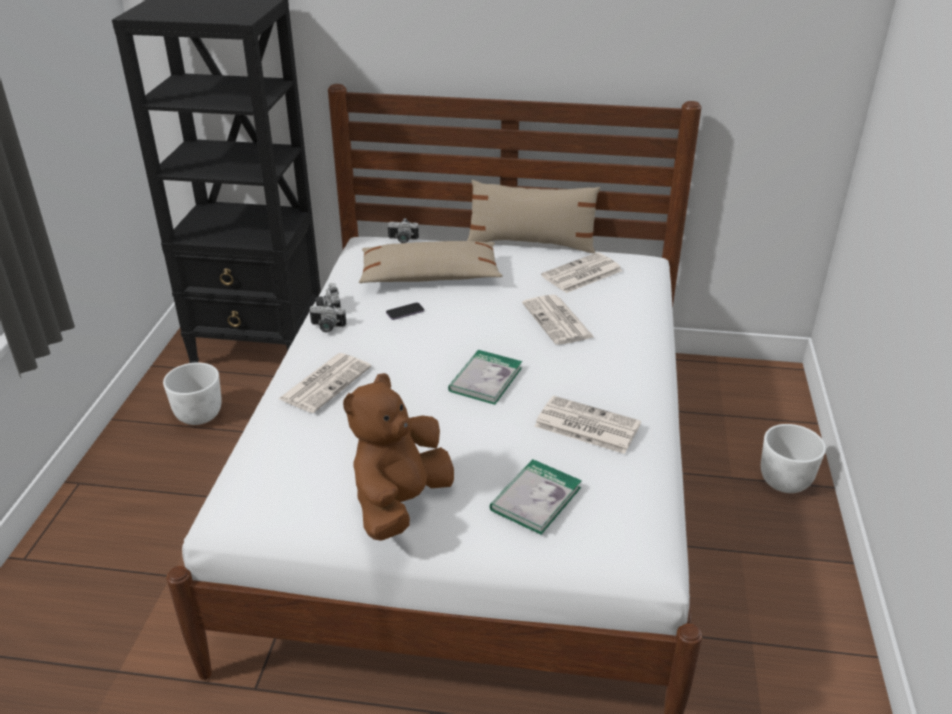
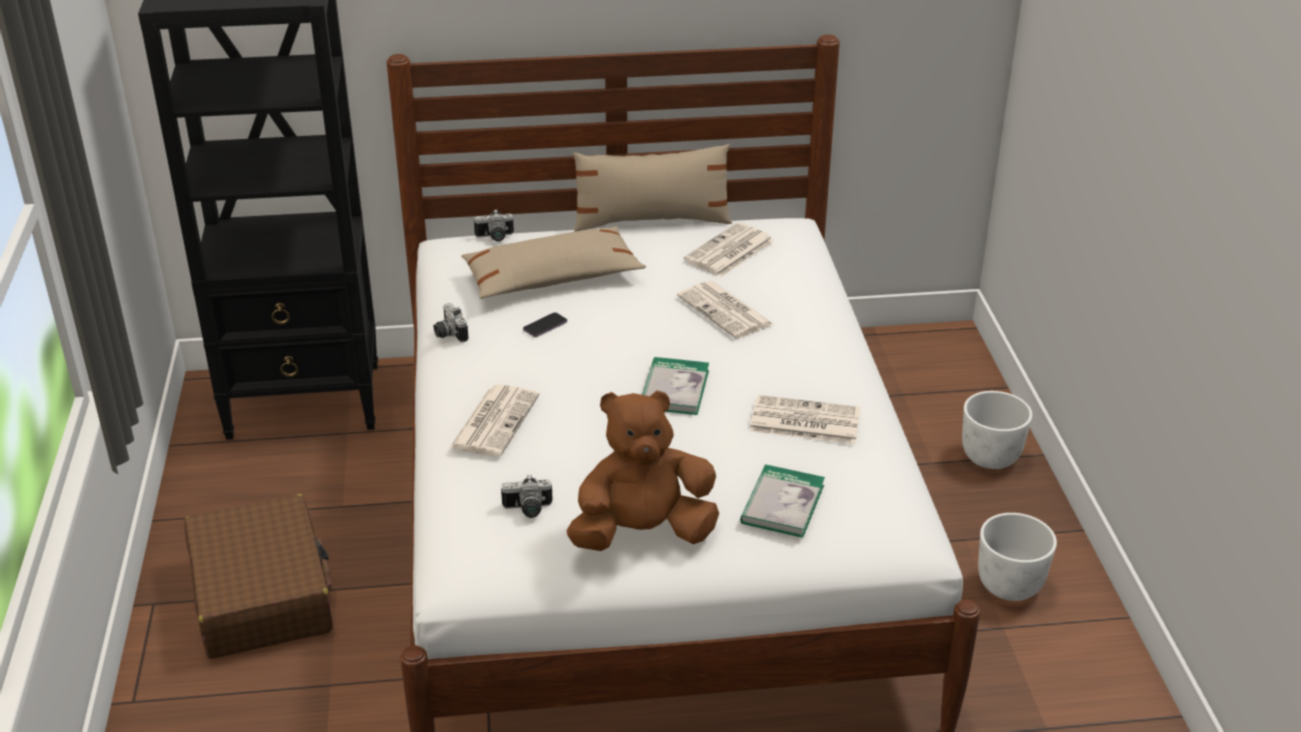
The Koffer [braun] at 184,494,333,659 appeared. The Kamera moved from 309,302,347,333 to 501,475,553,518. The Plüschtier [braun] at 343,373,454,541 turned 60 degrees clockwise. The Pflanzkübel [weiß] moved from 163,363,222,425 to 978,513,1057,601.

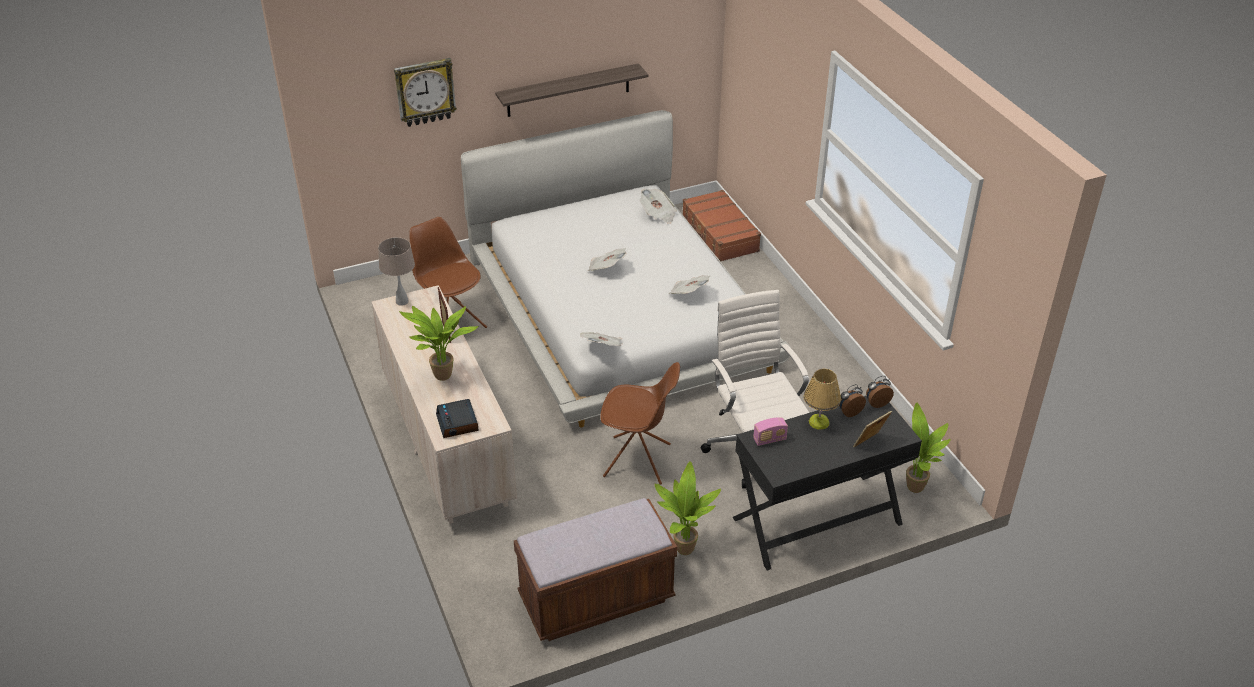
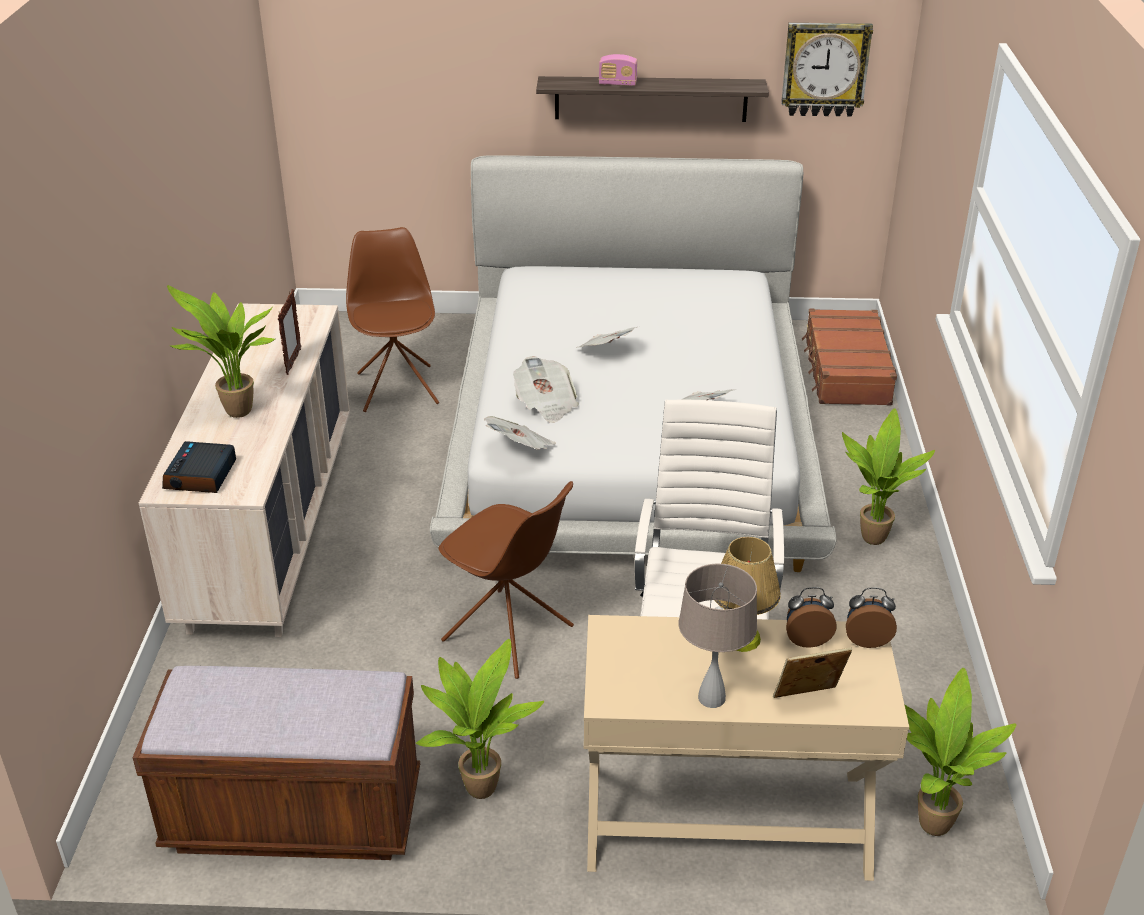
The Zeitung moved from 640,189,677,224 to 513,356,579,423. The Schreibtisch [schwarz] at 733,396,922,571 became the Schreibtisch [beige] at 584,615,909,881. The Radio moved from 753,417,788,446 to 599,54,637,86. The Tischlampe [beige] moved from 378,237,415,306 to 679,564,757,708. The Wanduhr moved from 394,58,457,127 to 781,23,873,117. The Topfpflanze at 842,408,935,545 appeared.

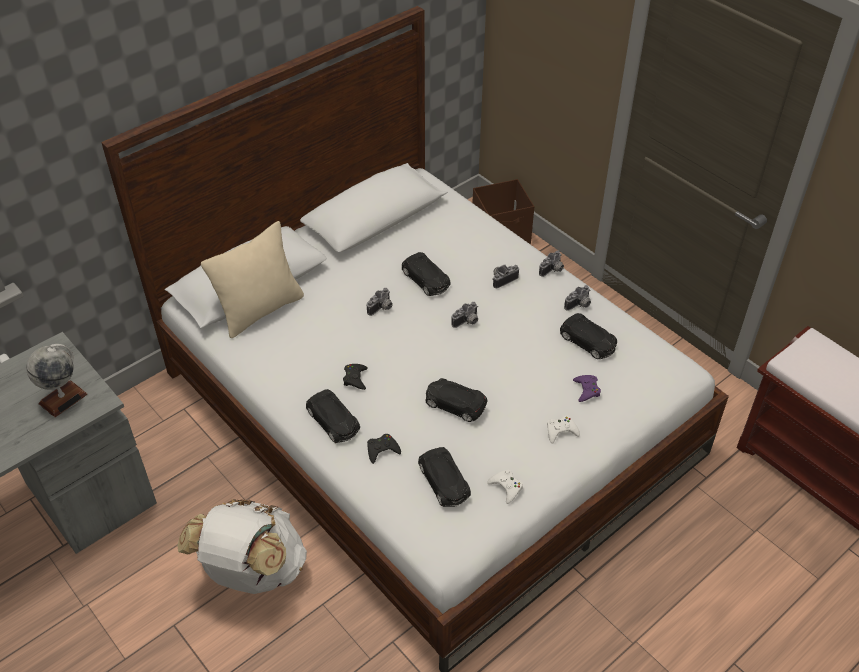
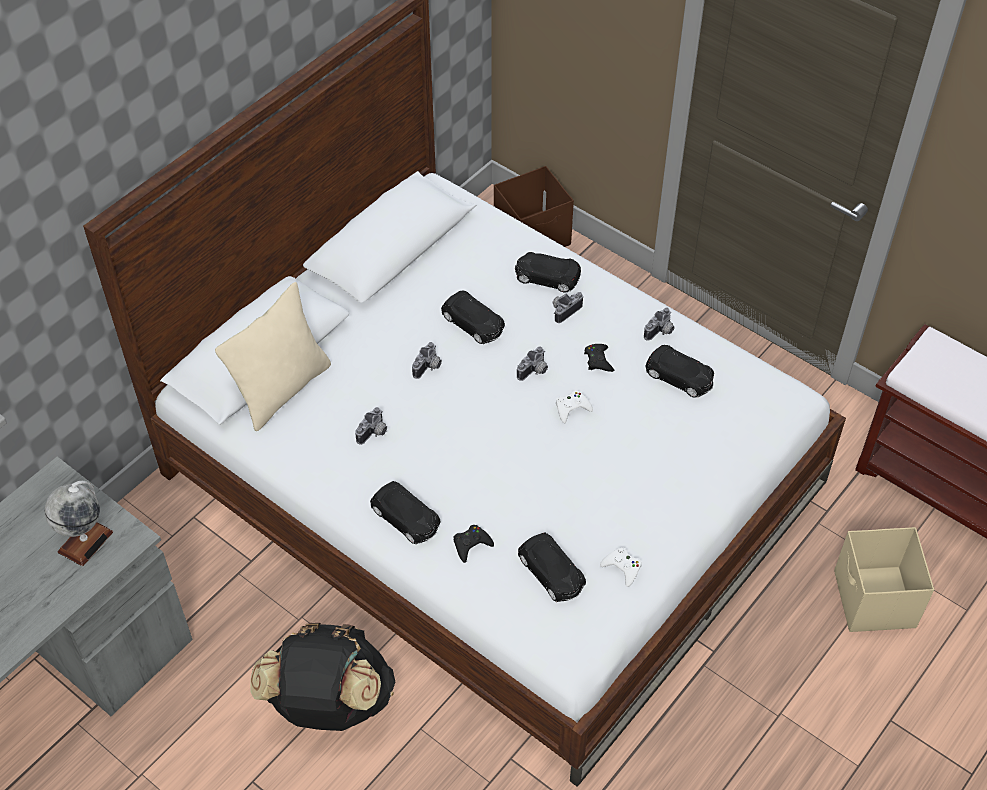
The Rucksack [weiß] at 177,499,307,594 became the Rucksack [schwarz] at 250,623,395,731. The Kamera moved from 539,250,564,277 to 355,407,387,445. The Spielzeugauto [schwarz] moved from 425,378,488,422 to 515,252,581,293. The Gamepad [weiß] moved from 547,416,580,444 to 556,390,593,423. The Gamepad [schwarz] moved from 343,364,368,390 to 584,344,614,372. The Aufbewahrungsbox [beige] at 834,527,934,632 appeared. The Gamepad [lila] at 573,375,601,402 disappeared.

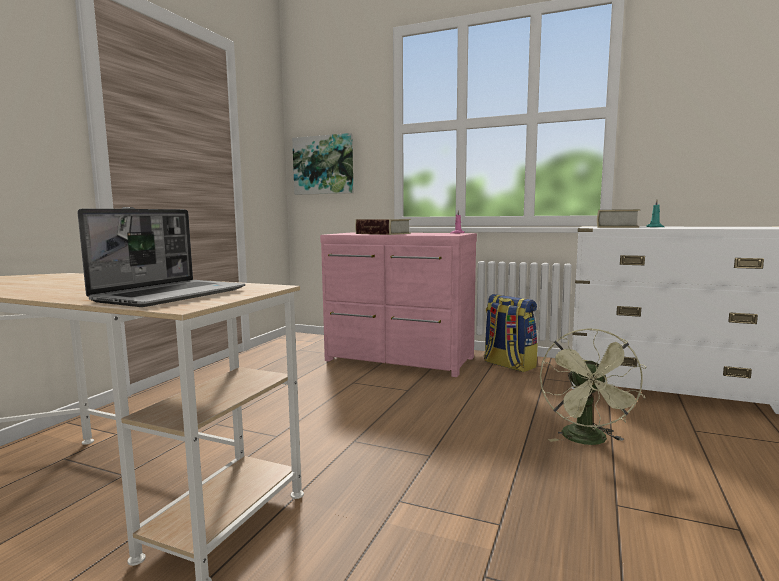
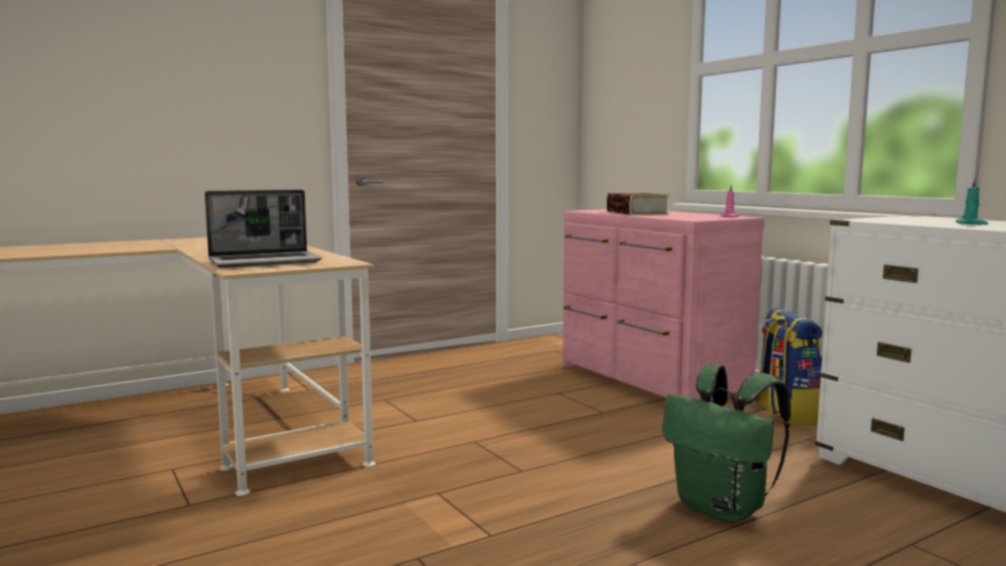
The Ventilator [grün] at 540,328,647,445 was replaced by the Rucksack [grün] at 662,364,791,523. The Bild at 292,133,353,195 disappeared. The Buch at 597,209,640,228 disappeared.

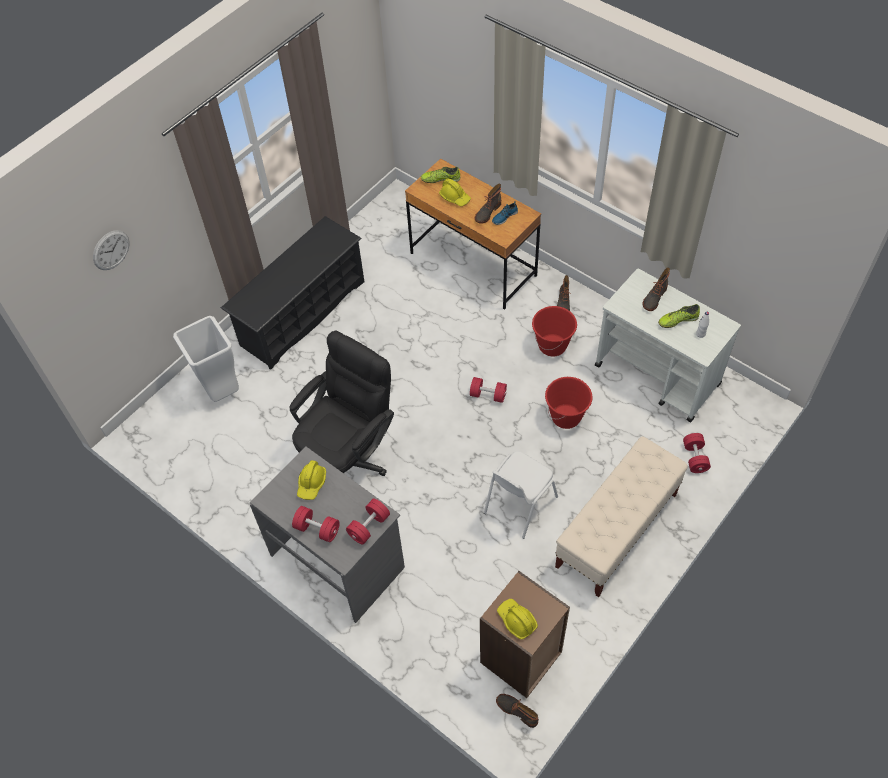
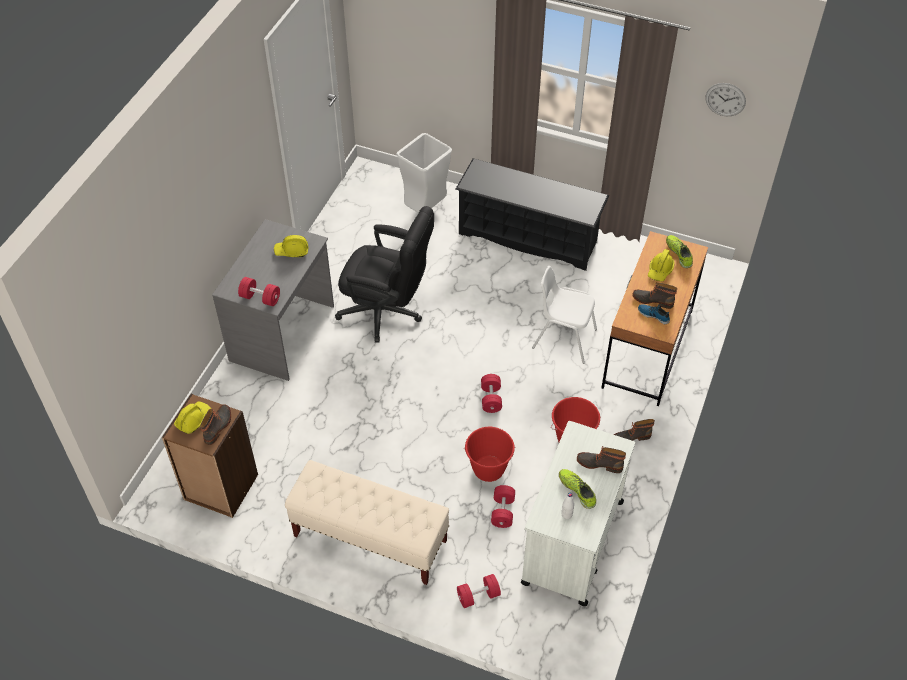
The Stiefel moved from 496,694,539,728 to 200,404,231,445. The Hantel [rot] moved from 292,506,340,542 to 491,485,515,528. The Stuhl [weiß] moved from 484,451,558,539 to 532,266,597,364. The Wanduhr moved from 93,230,129,270 to 705,83,746,116.

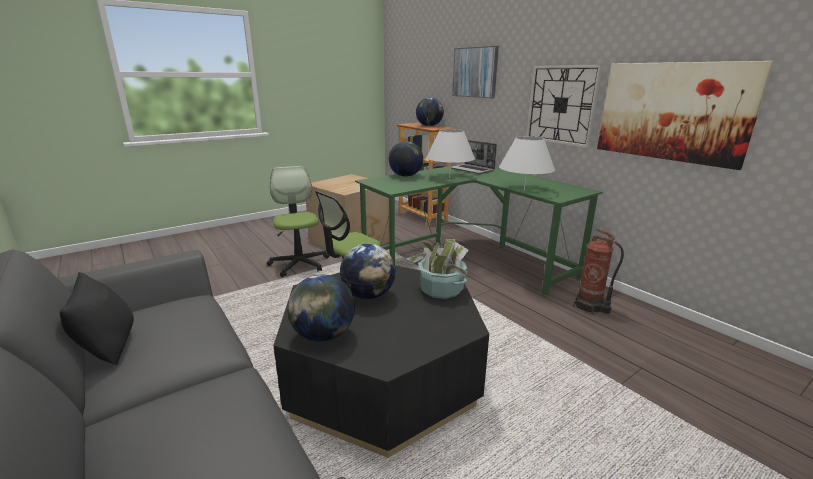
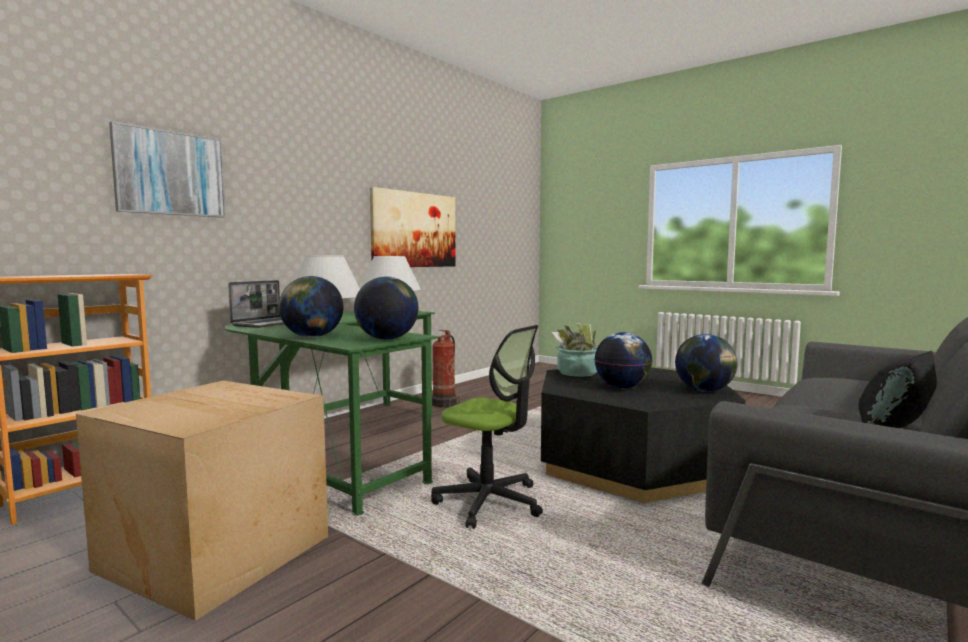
The Globus moved from 416,98,444,126 to 354,277,418,340. The Bürostuhl at 267,166,329,277 disappeared. The Wanduhr at 526,64,603,148 disappeared.

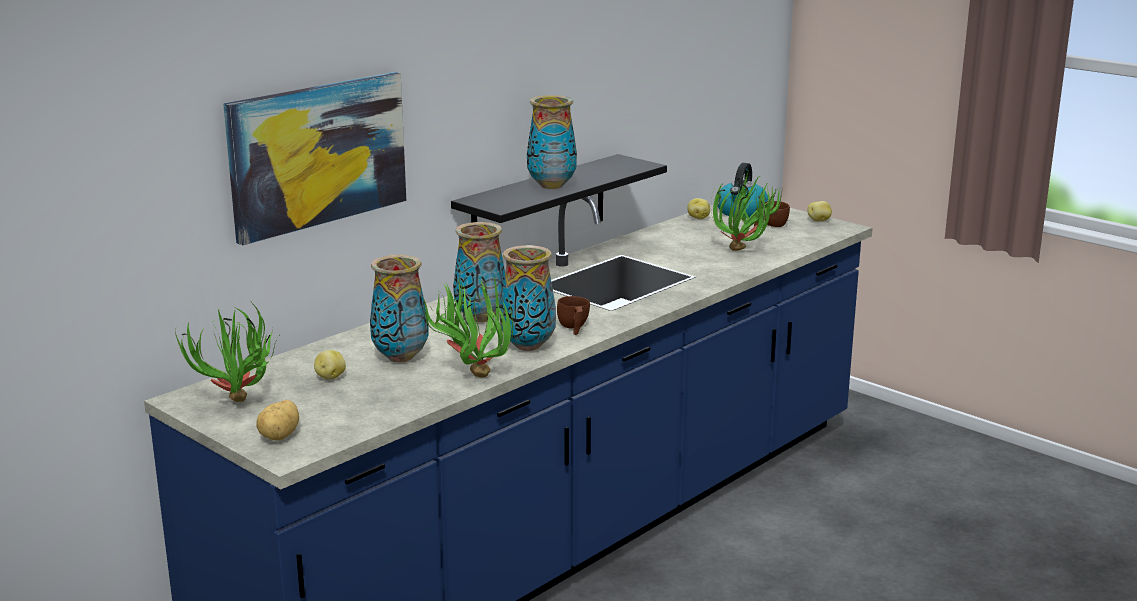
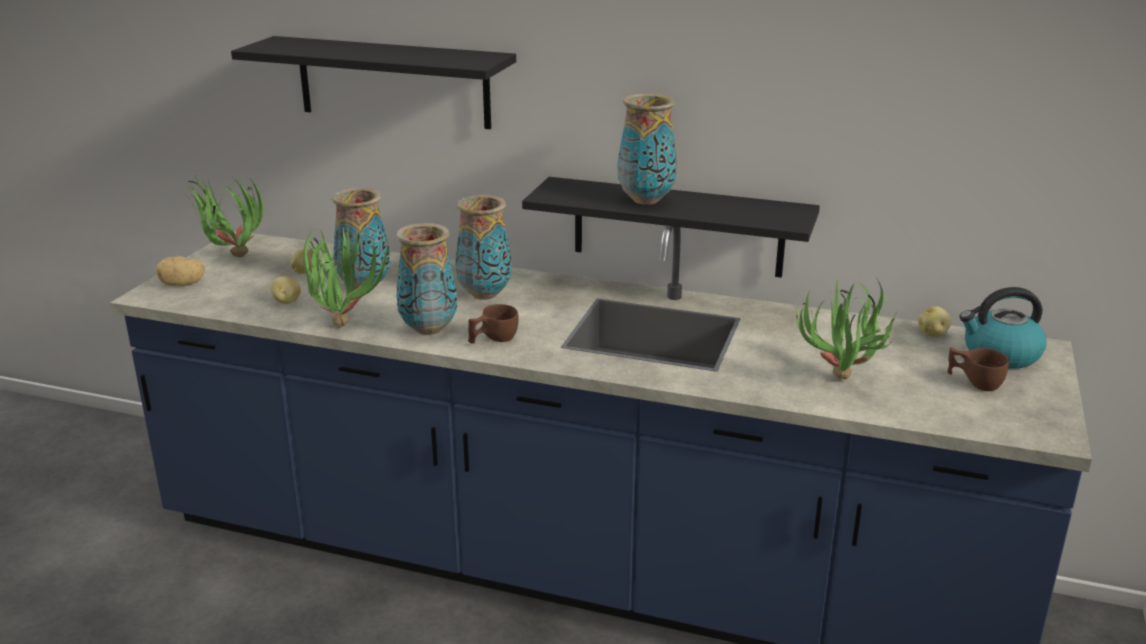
The Bild at 223,72,406,245 was replaced by the Wandregal [schwarz] at 231,36,516,129. The Kartoffel moved from 807,201,832,221 to 270,276,301,304.

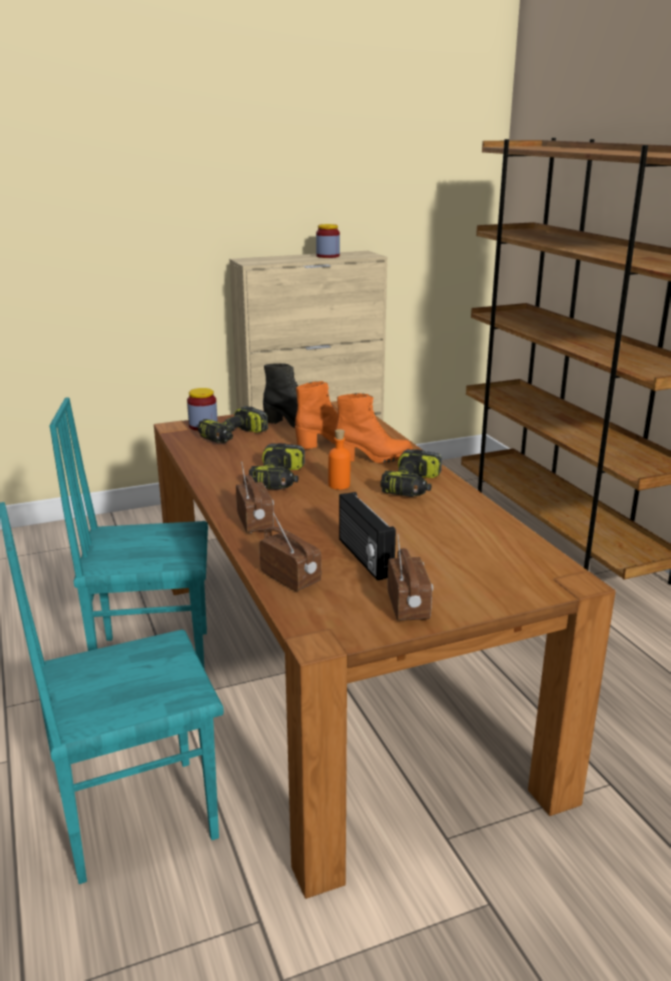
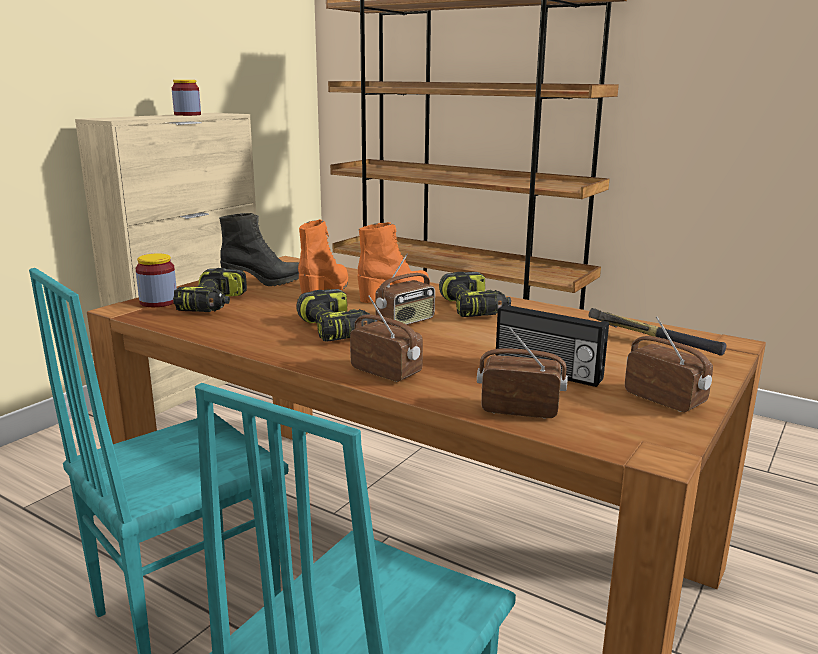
The Flasche [orange] at 328,429,351,490 was replaced by the Radio at 375,253,435,327. The Hammer at 588,308,727,356 appeared.

